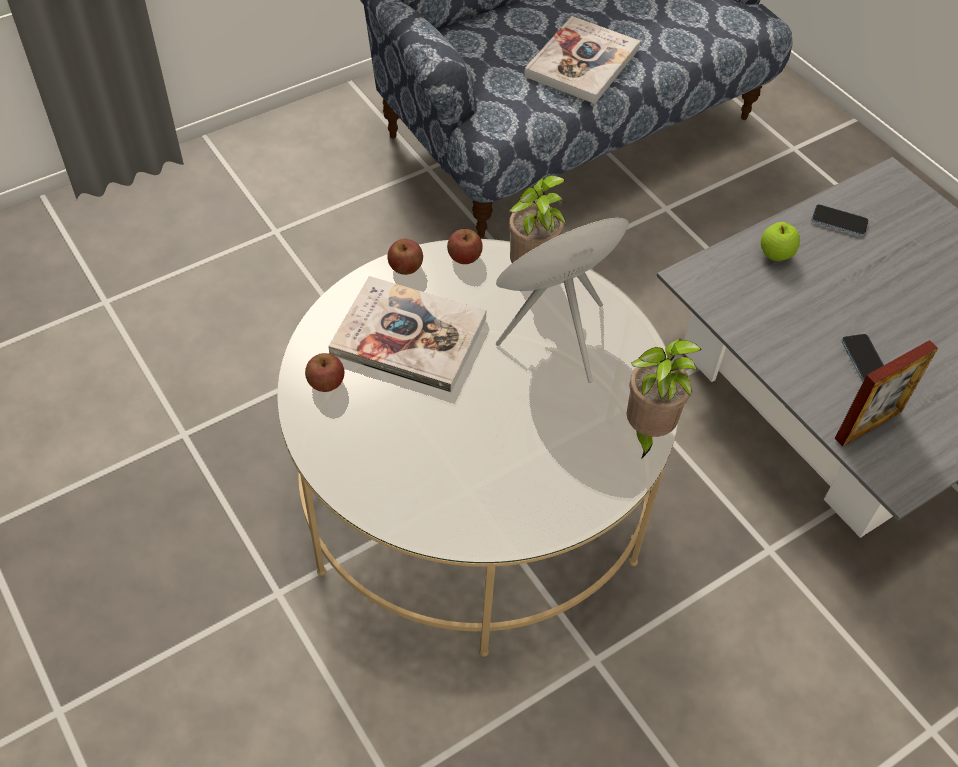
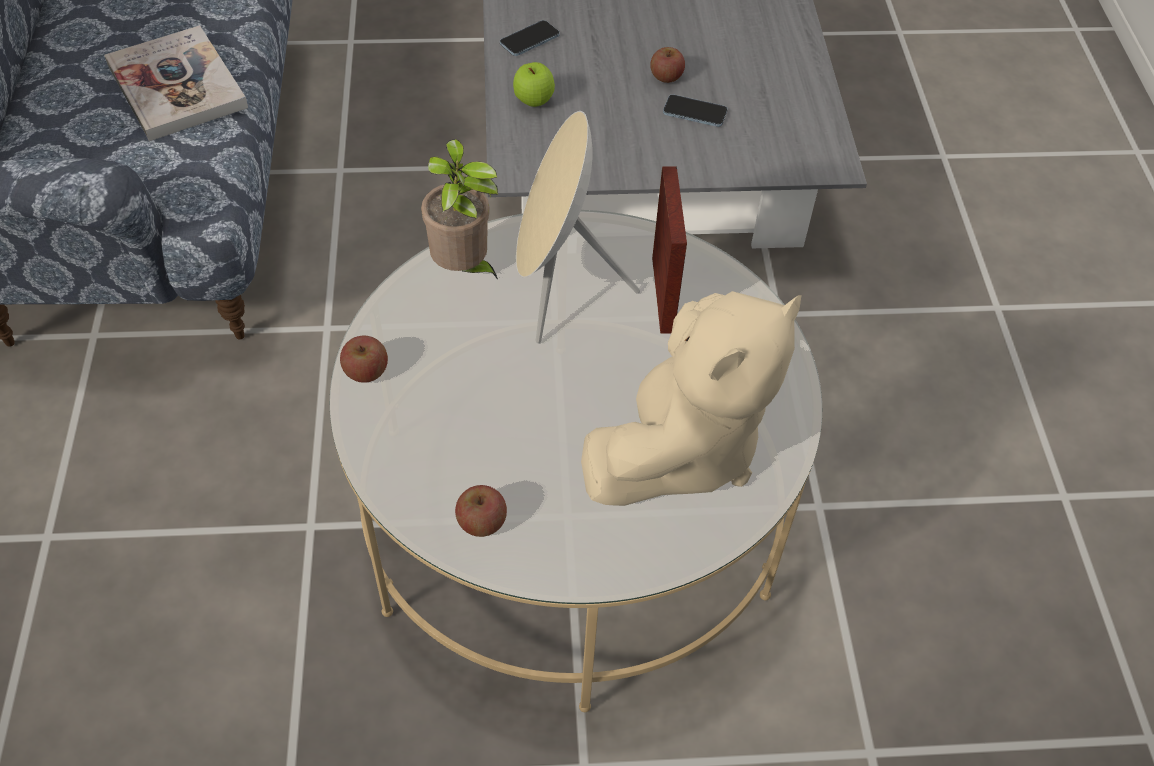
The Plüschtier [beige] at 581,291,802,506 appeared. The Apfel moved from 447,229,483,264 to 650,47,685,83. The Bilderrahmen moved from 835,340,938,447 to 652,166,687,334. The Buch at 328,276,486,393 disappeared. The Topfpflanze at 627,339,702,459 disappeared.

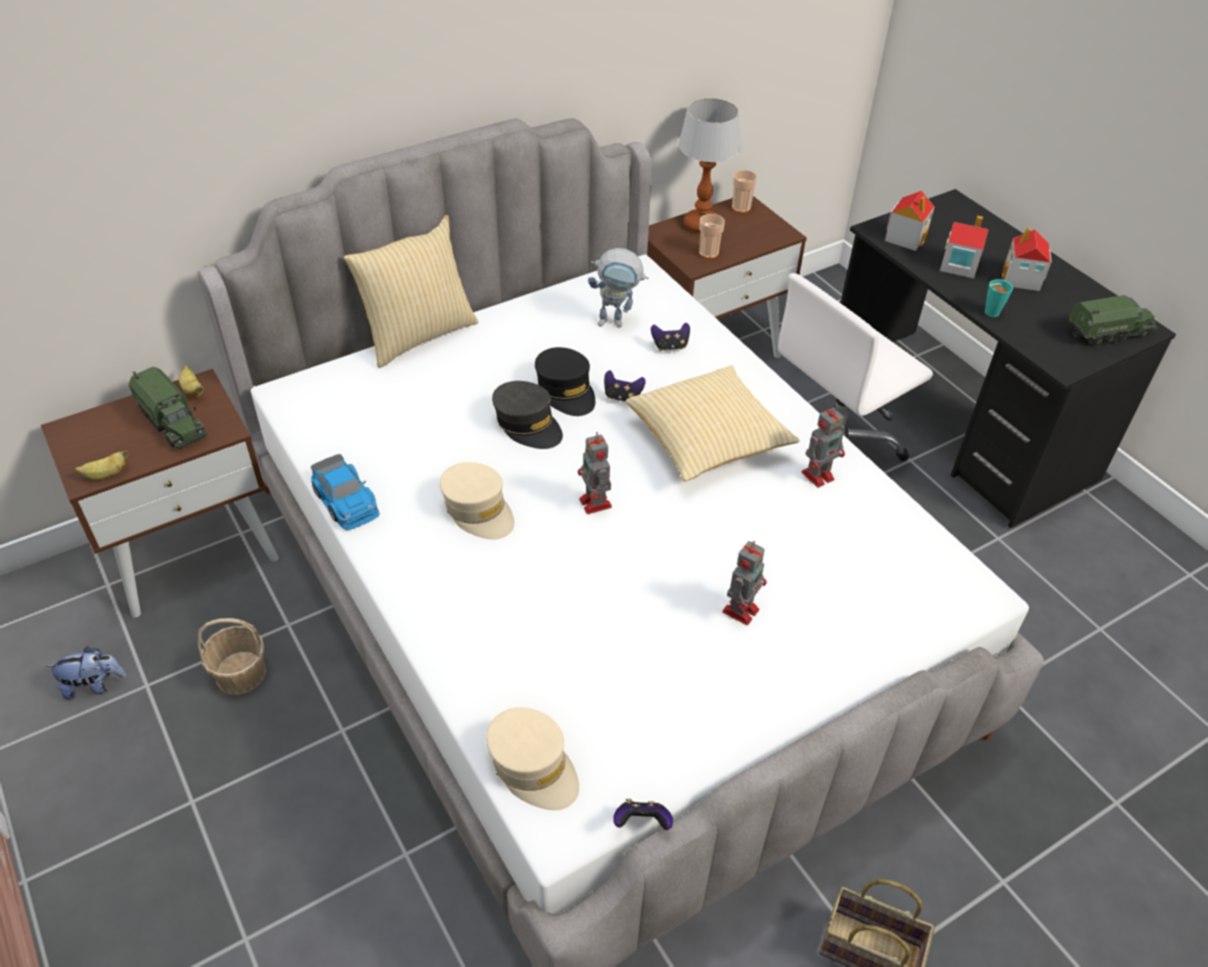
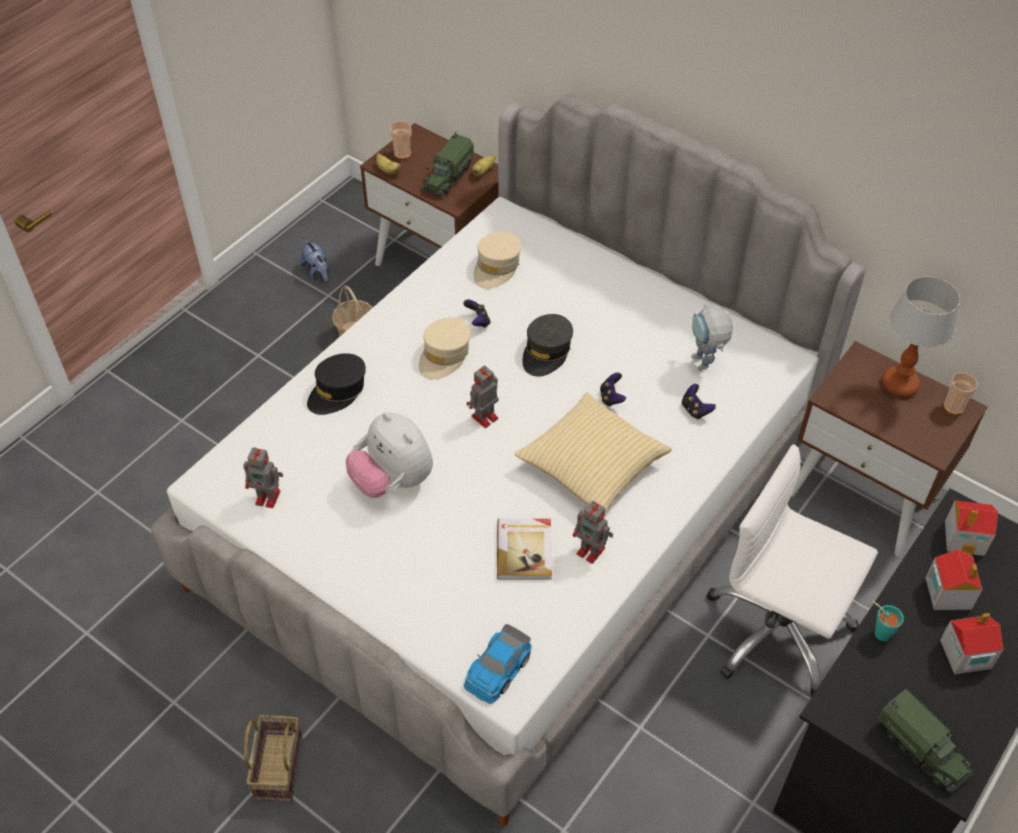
The Spielzeugroboter moved from 723,541,767,625 to 243,447,283,508. The Kappe [schwarz] moved from 535,347,595,416 to 307,353,366,415. The Plüschtier at 346,413,433,498 appeared. The Tasse moved from 699,214,725,259 to 390,121,411,159. The Gamepad moved from 613,799,673,830 to 463,300,491,327. The Spielzeugauto moved from 311,454,380,530 to 464,624,532,704. The Kappe [beige] moved from 486,708,579,810 to 474,231,521,289. The Buch at 497,519,552,580 appeared. The Kissen at 344,215,478,368 disappeared.

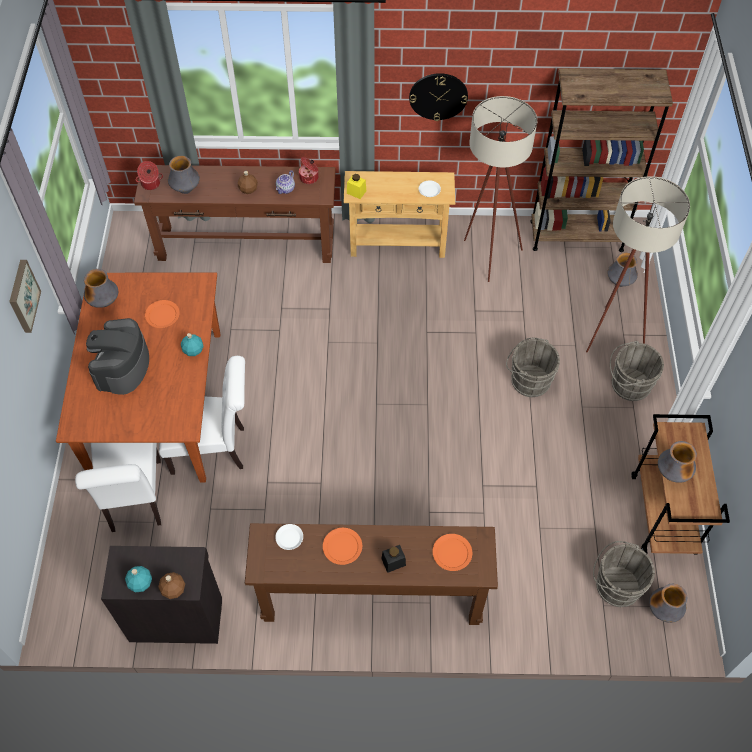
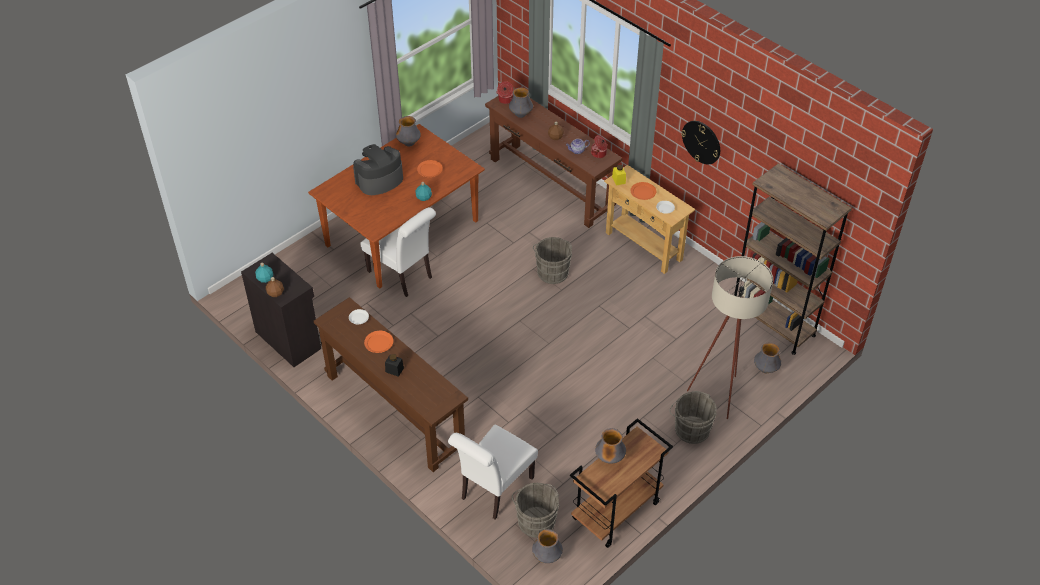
The Stuhl [weiß] moved from 75,443,161,532 to 448,425,538,519. The Eimer [grau] moved from 506,338,560,397 to 533,237,572,284. The Teller [orange] moved from 433,534,472,571 to 630,182,656,200. The Bild at 9,260,41,333 disappeared. The Stehlampe [beige] at 464,96,537,282 disappeared.

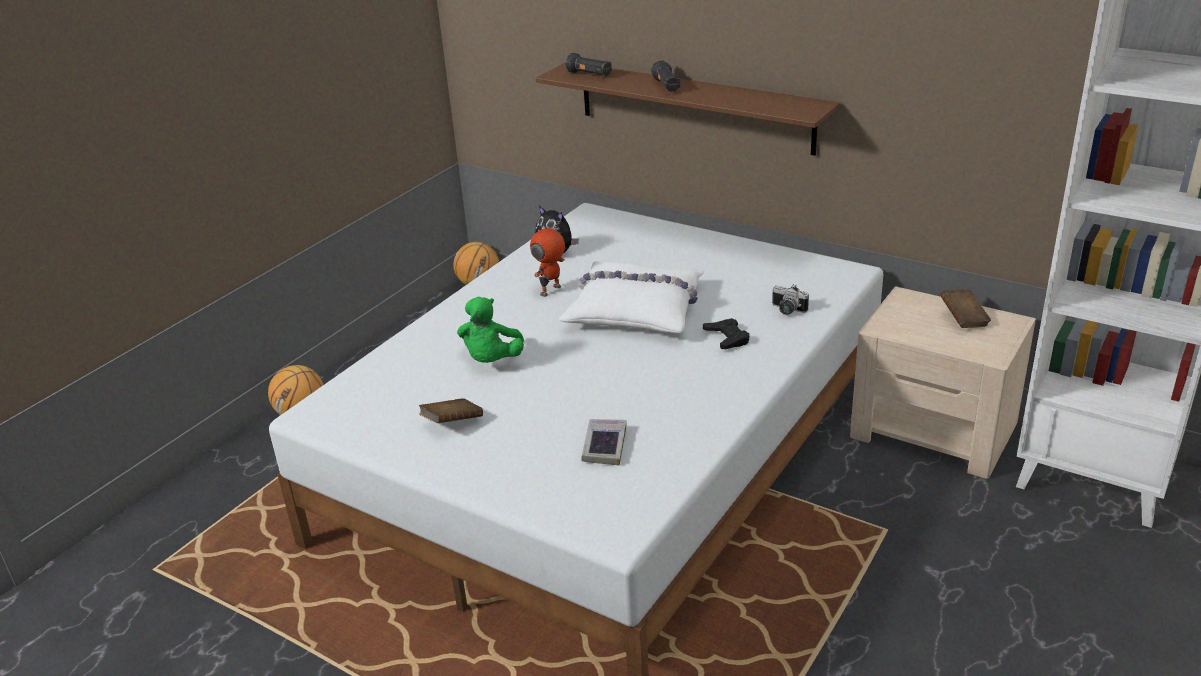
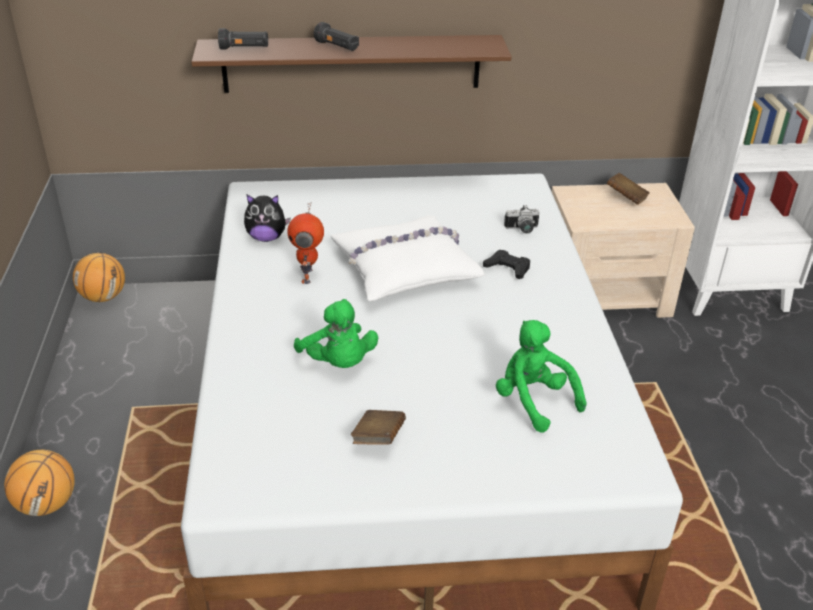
The Buch at 581,419,627,465 was replaced by the Plüschtier [grün] at 496,320,586,433.

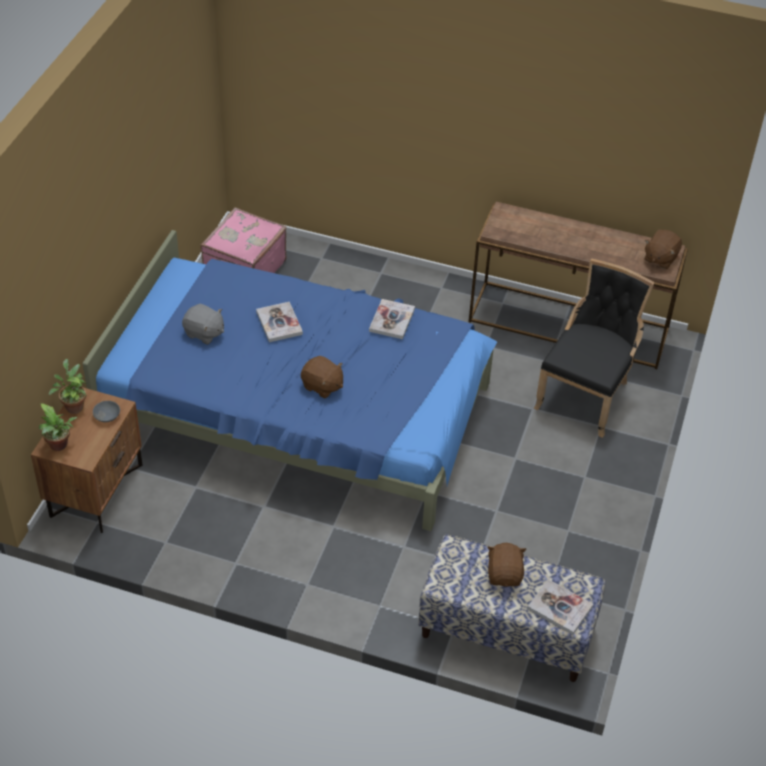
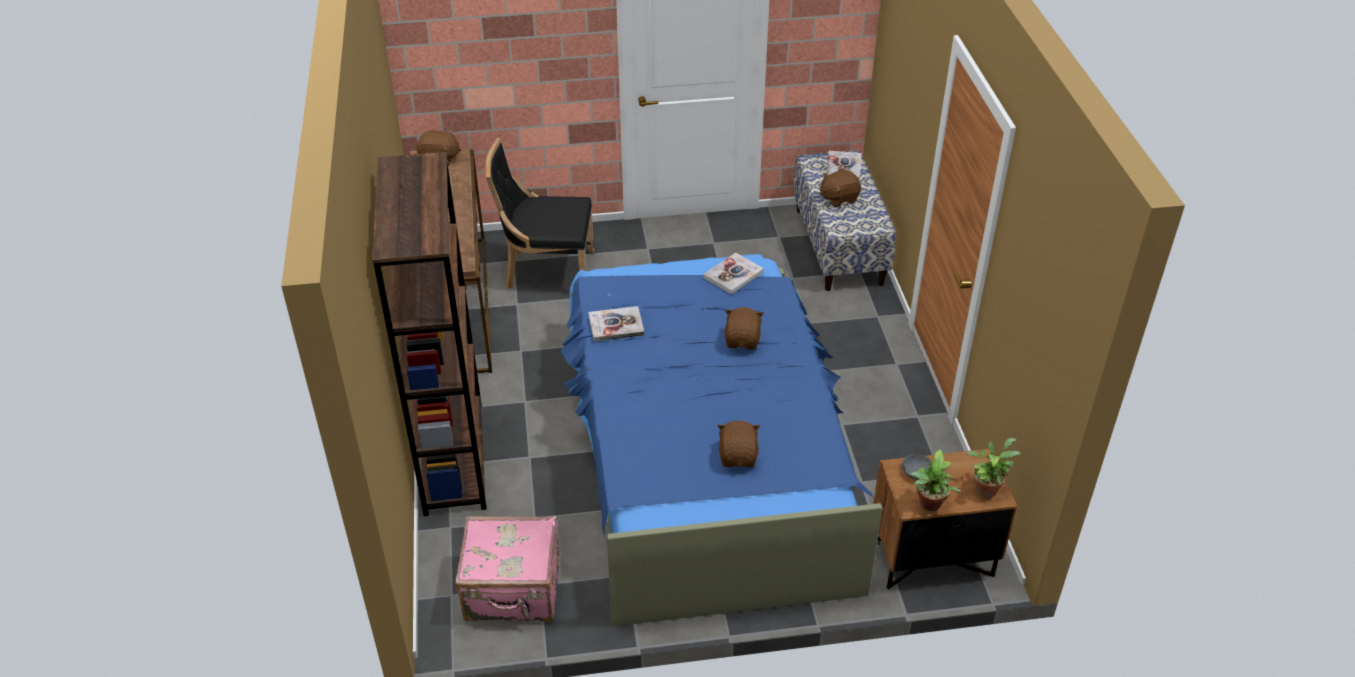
The Bücherregal [braun] at 372,152,486,516 appeared. The Buch moved from 256,302,303,342 to 703,253,764,295. The Plüschtier [grau] at 182,304,224,345 became the Plüschtier [braun] at 717,421,760,467.

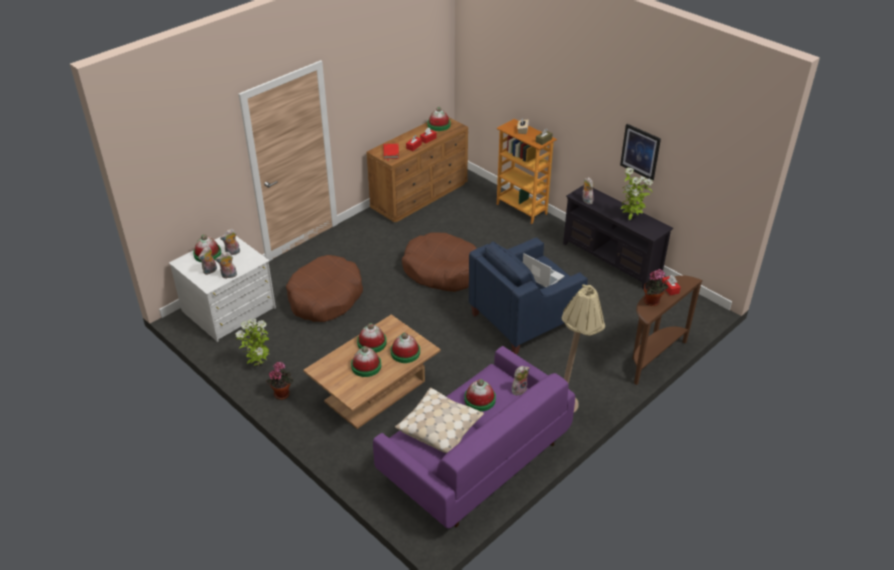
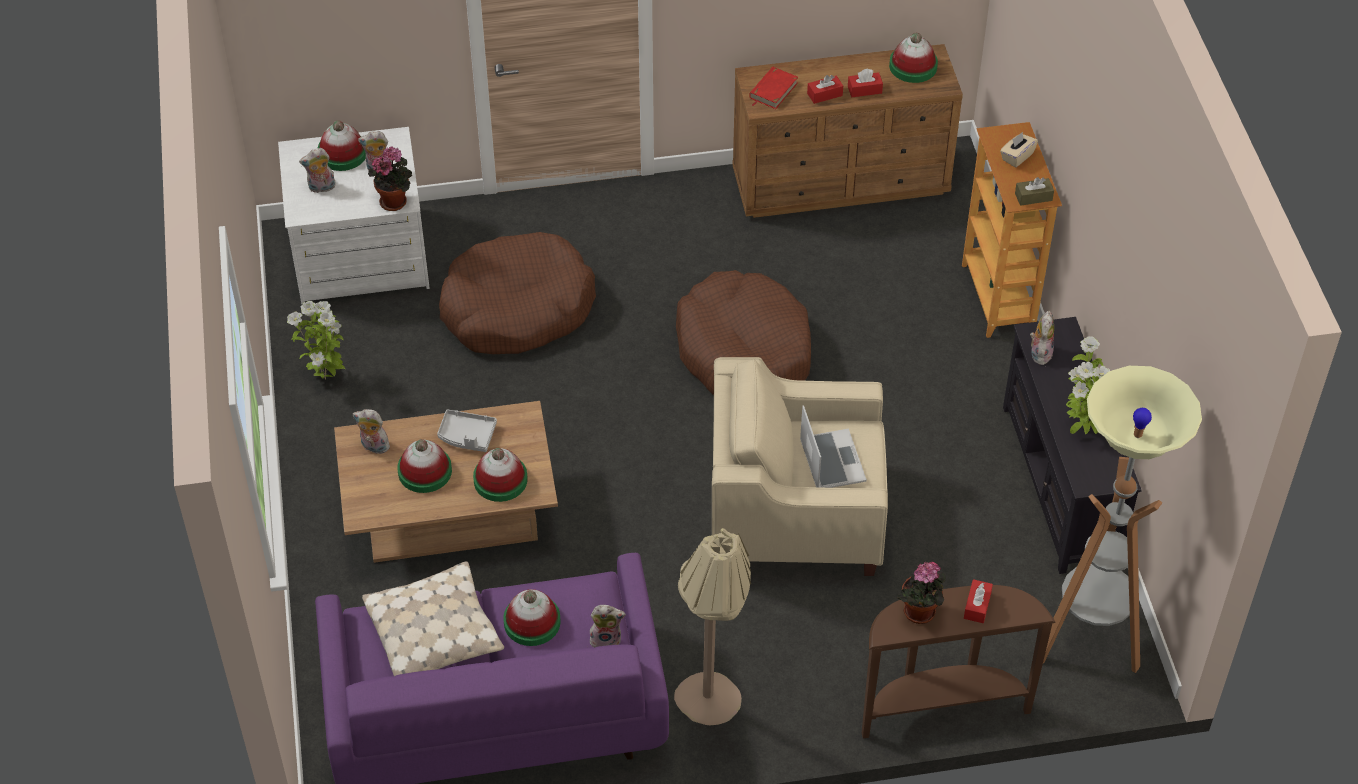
The Plüschtier moved from 215,252,237,279 to 353,409,390,454. The Topfpflanze moved from 266,362,293,400 to 368,147,412,211. The Hut at 357,323,387,353 was replaced by the Tablett [grau] at 437,409,497,452. The Sessel [blau] at 469,237,588,354 became the Sessel [beige] at 712,357,888,576. The Stehlampe at 1043,366,1202,673 appeared. The Bild at 620,124,661,180 disappeared.

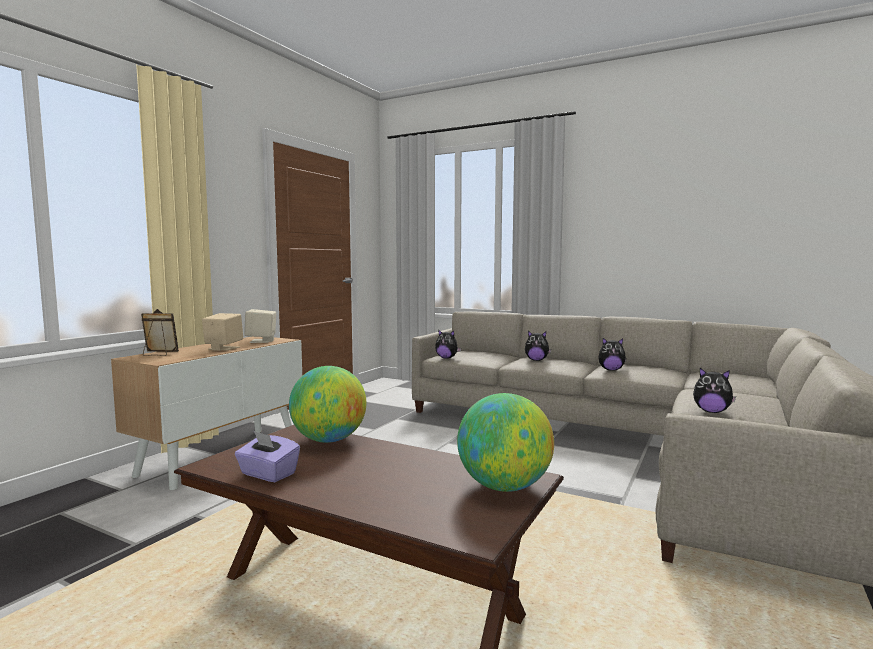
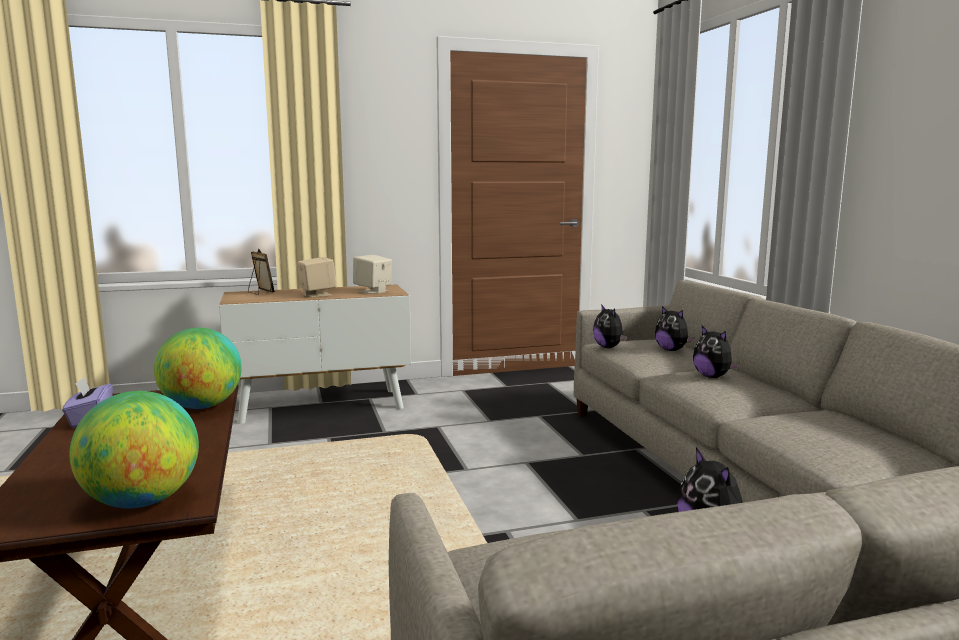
The Plüschtier moved from 598,338,626,371 to 655,306,695,351.

